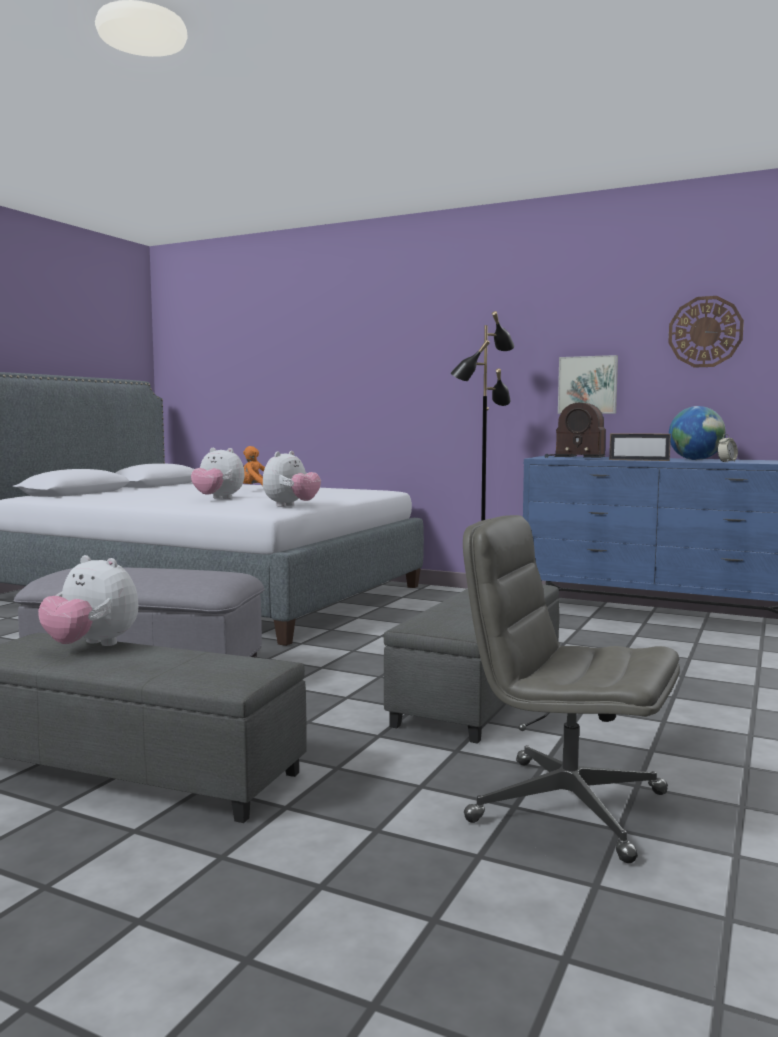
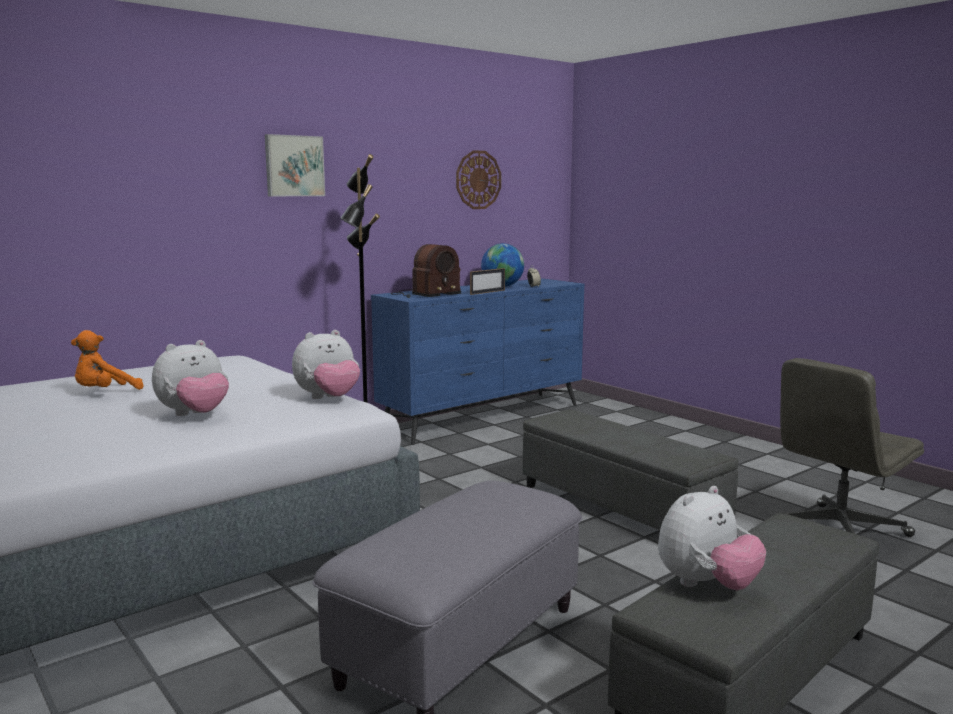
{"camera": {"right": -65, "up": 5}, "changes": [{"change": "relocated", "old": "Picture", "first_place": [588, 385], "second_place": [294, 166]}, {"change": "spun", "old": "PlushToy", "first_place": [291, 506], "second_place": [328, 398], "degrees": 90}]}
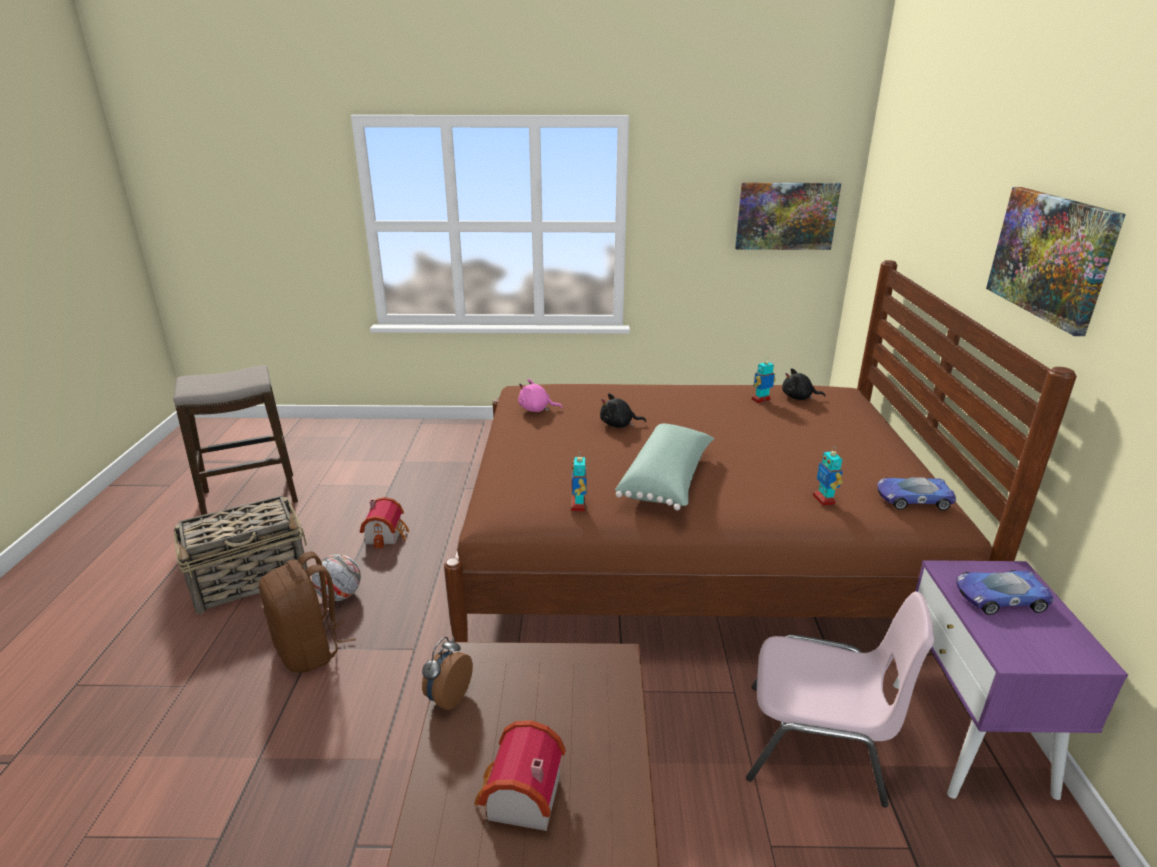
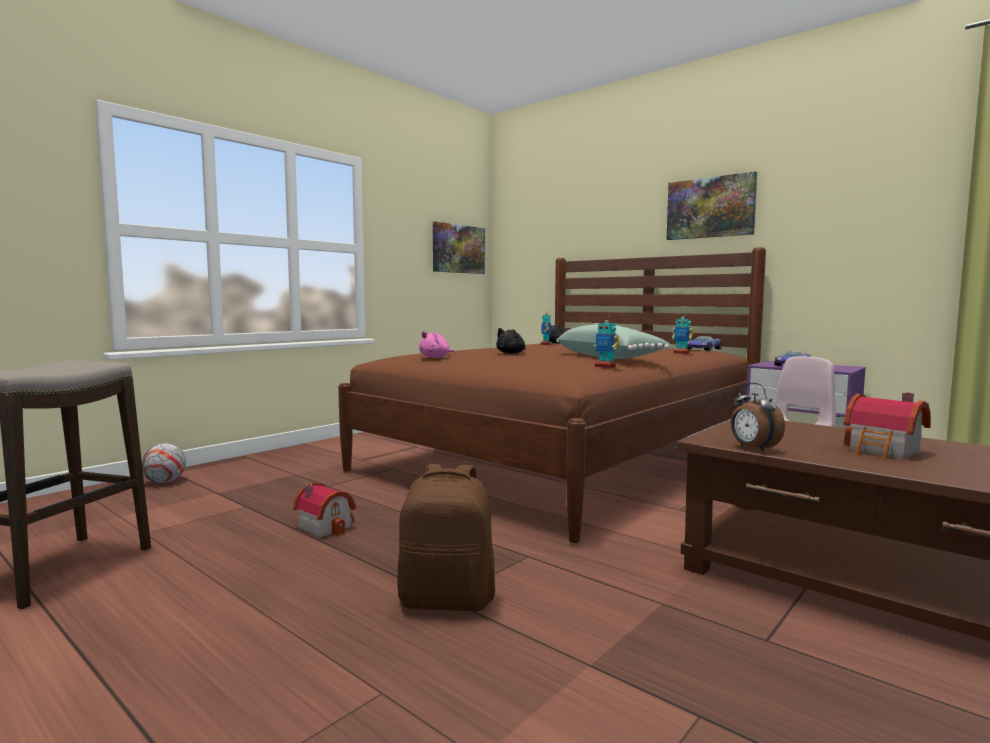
{"camera": {"right": -50, "up": -20}, "changes": [{"change": "missing", "old": "Basket", "first_place": [252, 579]}, {"change": "relocated", "old": "Football", "first_place": [339, 595], "second_place": [164, 482]}]}
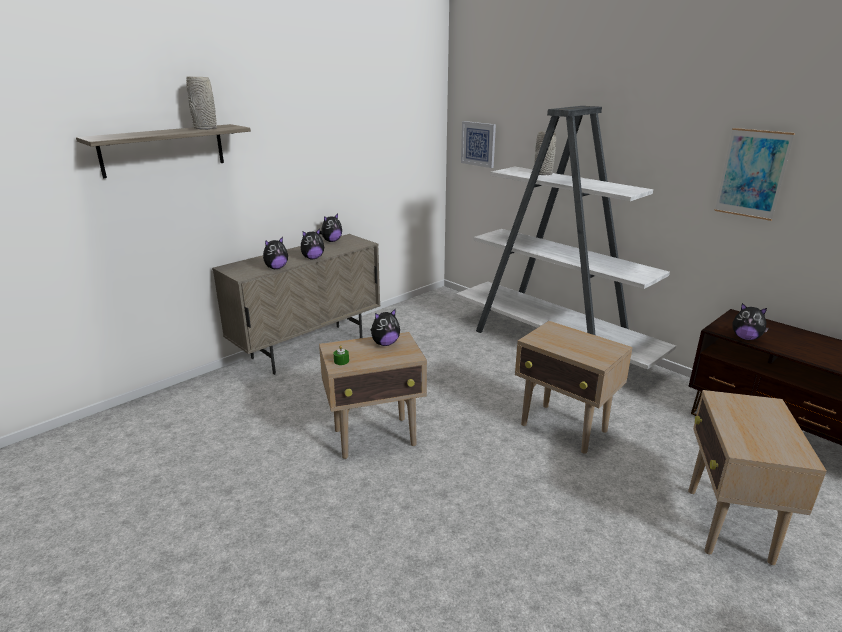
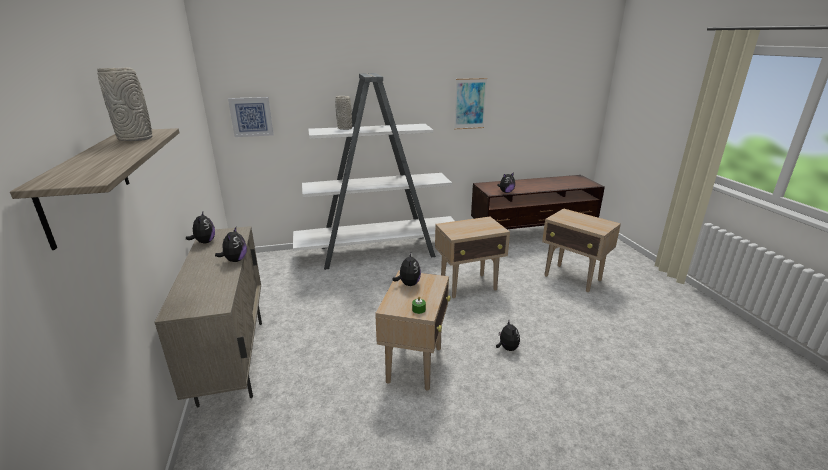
{"camera": {"right": -60, "up": 0}, "changes": [{"change": "relocated", "old": "PlushToy", "first_place": [276, 268], "second_place": [507, 348]}]}
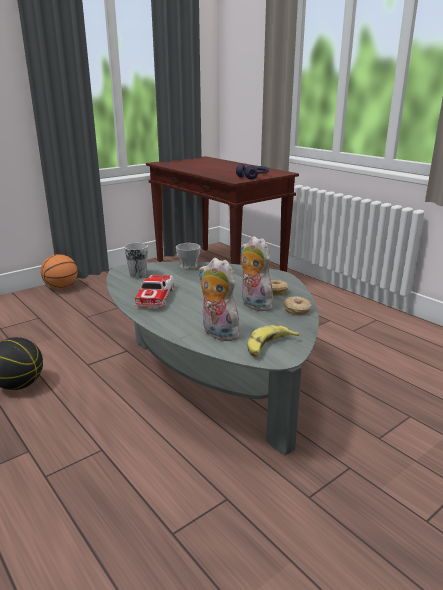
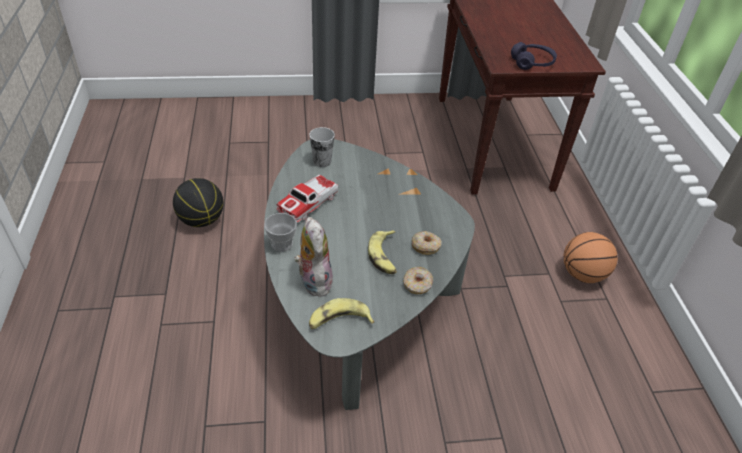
{"camera": {"right": 30, "up": 20}, "changes": [{"change": "exchanged", "old": "PlushToy", "new": "Banana", "first_place": [253, 305], "second_place": [384, 256]}, {"change": "relocated", "old": "Cup", "first_place": [188, 267], "second_place": [282, 244]}, {"change": "relocated", "old": "Basketball", "first_place": [61, 287], "second_place": [583, 274]}]}
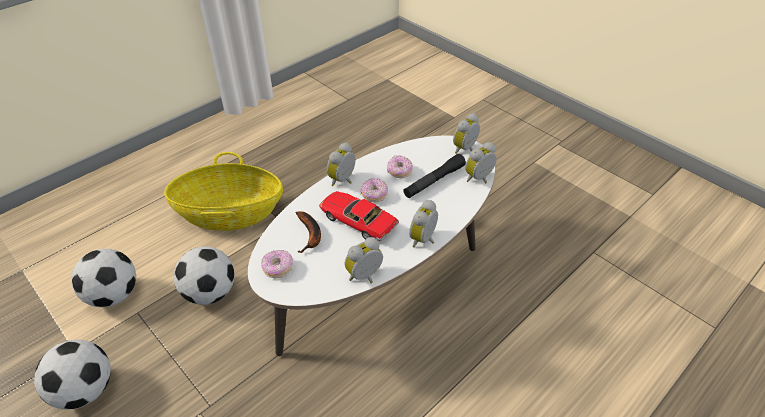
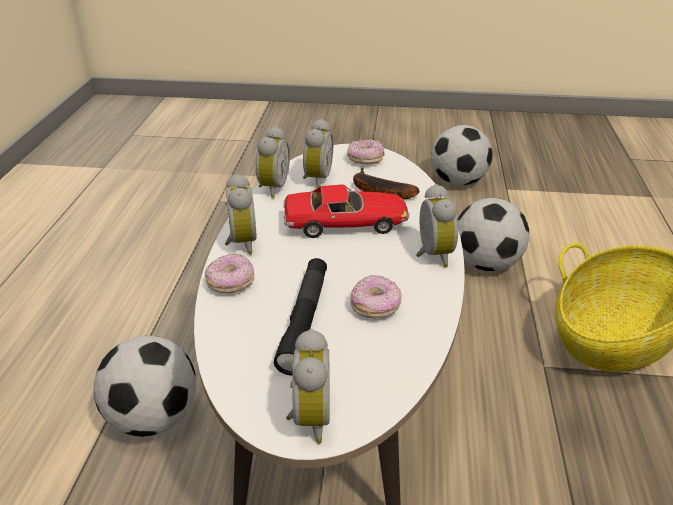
{"camera": {"right": 140, "up": -10}, "changes": [{"change": "relocated", "old": "AlarmClock", "first_place": [480, 179], "second_place": [316, 179]}, {"change": "relocated", "old": "Donut", "first_place": [374, 195], "second_place": [231, 283]}, {"change": "relocated", "old": "Football", "first_place": [113, 295], "second_place": [153, 418]}]}
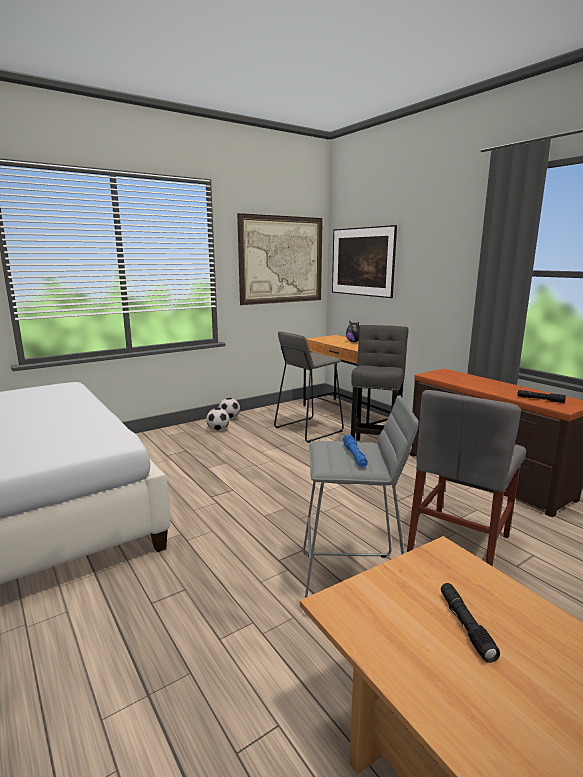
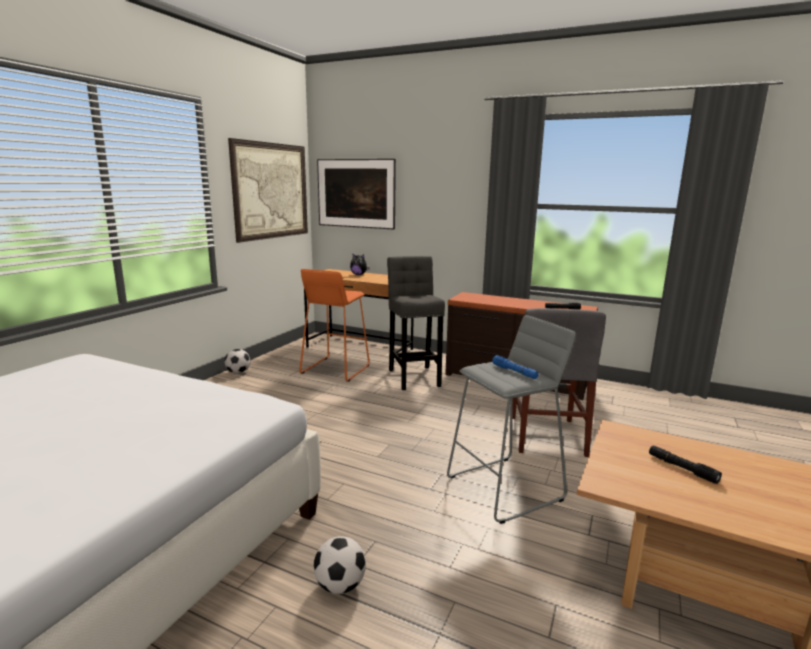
{"camera": {"right": -30, "up": 0}, "changes": [{"change": "colour", "old": "GreyStool", "new": "OrangeStool", "first_place": [308, 429], "second_place": [335, 369]}, {"change": "relocated", "old": "Football", "first_place": [218, 430], "second_place": [340, 585]}]}
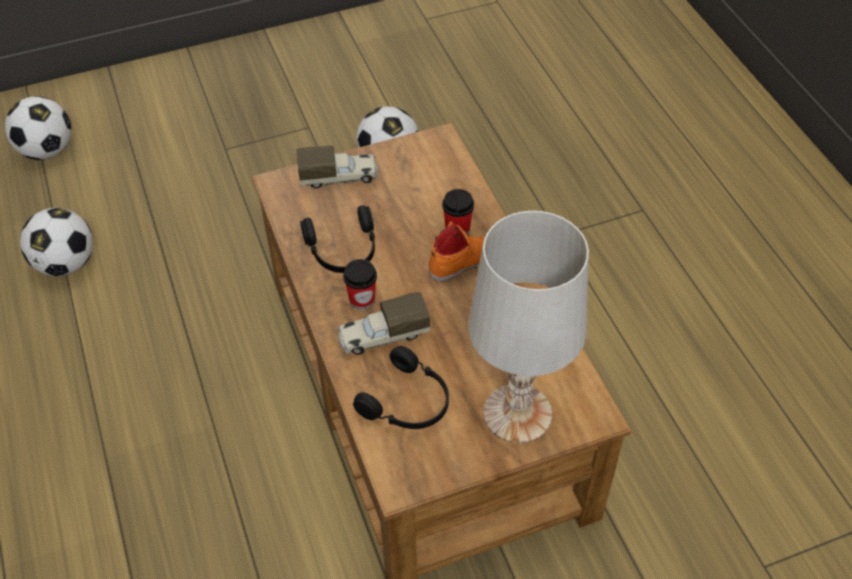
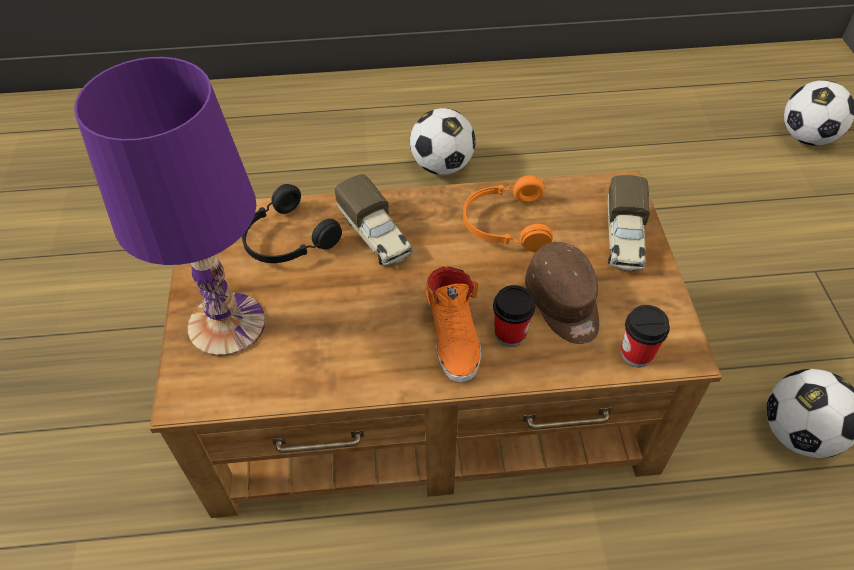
{"camera": {"right": 105, "up": 0}, "changes": [{"change": "colour", "old": "BlackHeadphones", "new": "OrangeHeadphones", "first_place": [343, 251], "second_place": [504, 224]}, {"change": "relocated", "old": "Football", "first_place": [66, 264], "second_place": [442, 166]}, {"change": "colour", "old": "WhiteTableLamp", "new": "PurpleTableLamp", "first_place": [517, 413], "second_place": [228, 324]}, {"change": "relocated", "old": "Cup", "first_place": [362, 300], "second_place": [636, 354]}, {"change": "spun", "old": "ToyTruck", "first_place": [383, 336], "second_place": [376, 236], "degrees": 150}, {"change": "appeared", "new": "BrownCap", "second_place": [563, 304]}]}
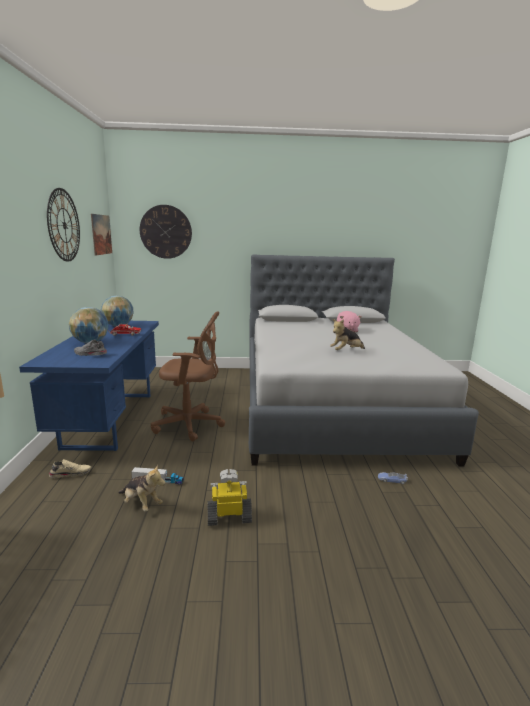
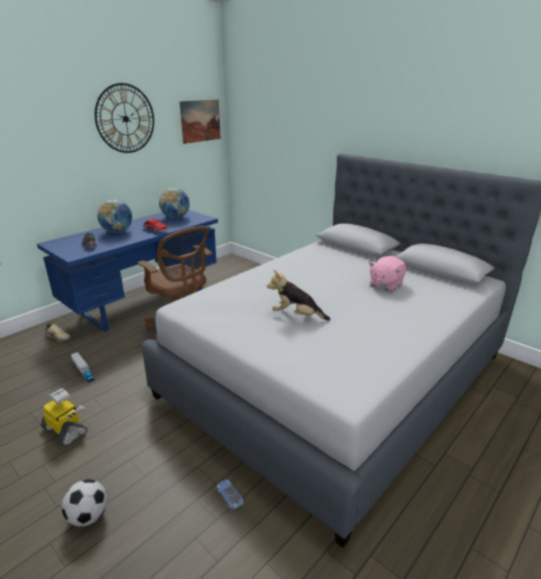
{"camera": {"right": 45, "up": 10}, "changes": [{"change": "missing", "old": "WallClock", "first_place": [166, 232]}, {"change": "missing", "old": "PlushToy", "first_place": [141, 504]}, {"change": "appeared", "new": "Football", "second_place": [89, 516]}]}
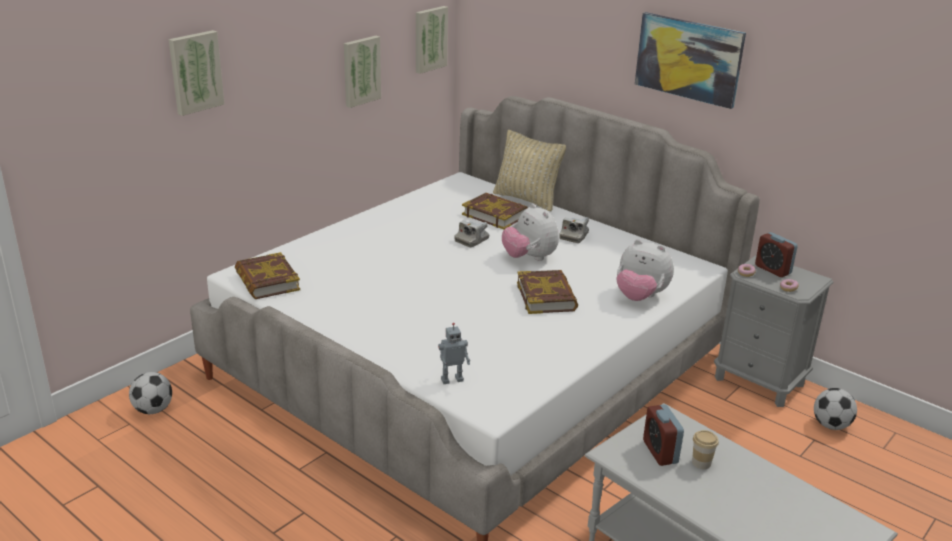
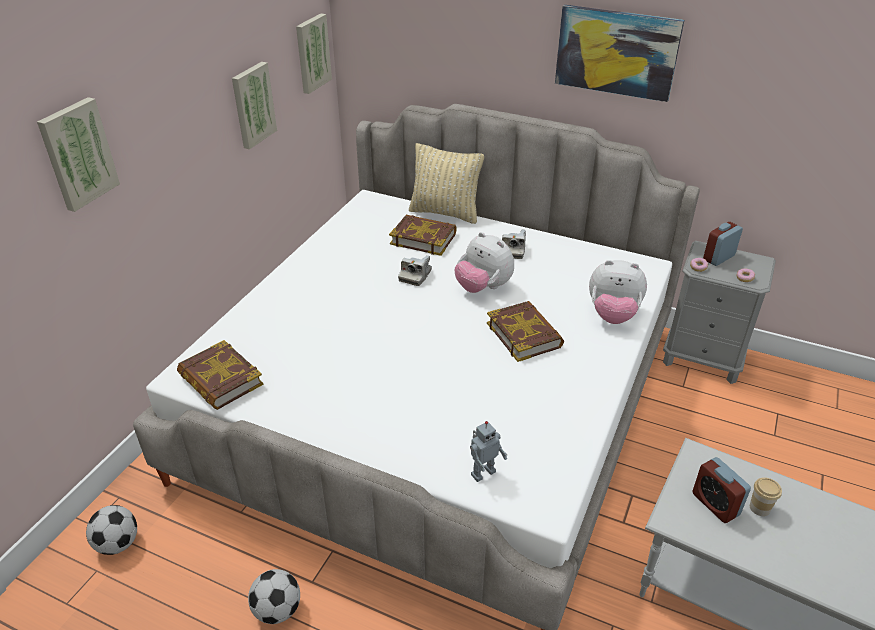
{"camera": {"right": -15, "up": 10}, "changes": [{"change": "spun", "old": "AlarmClock", "first_place": [773, 269], "second_place": [718, 257], "degrees": 105}, {"change": "relocated", "old": "Football", "first_place": [830, 425], "second_place": [277, 610]}]}
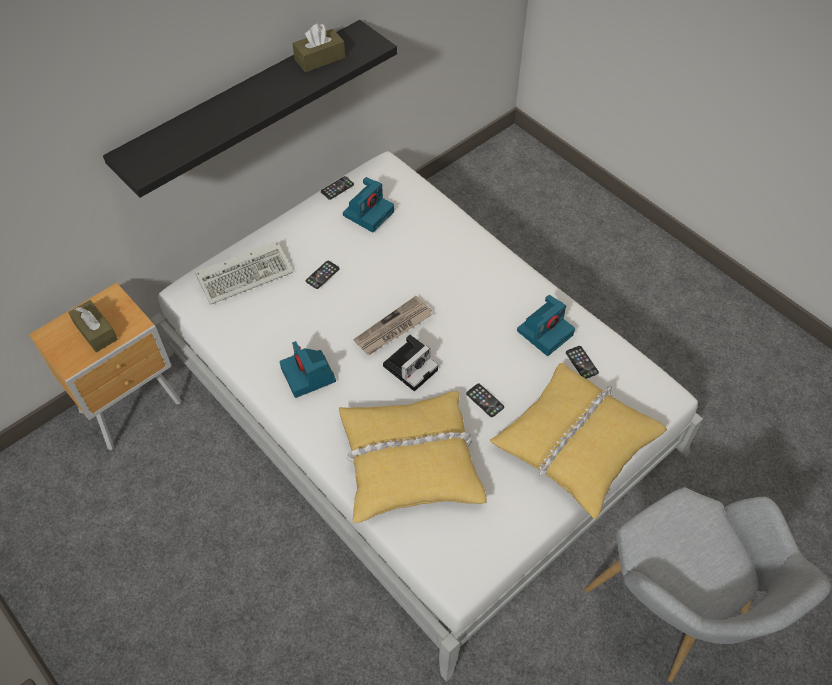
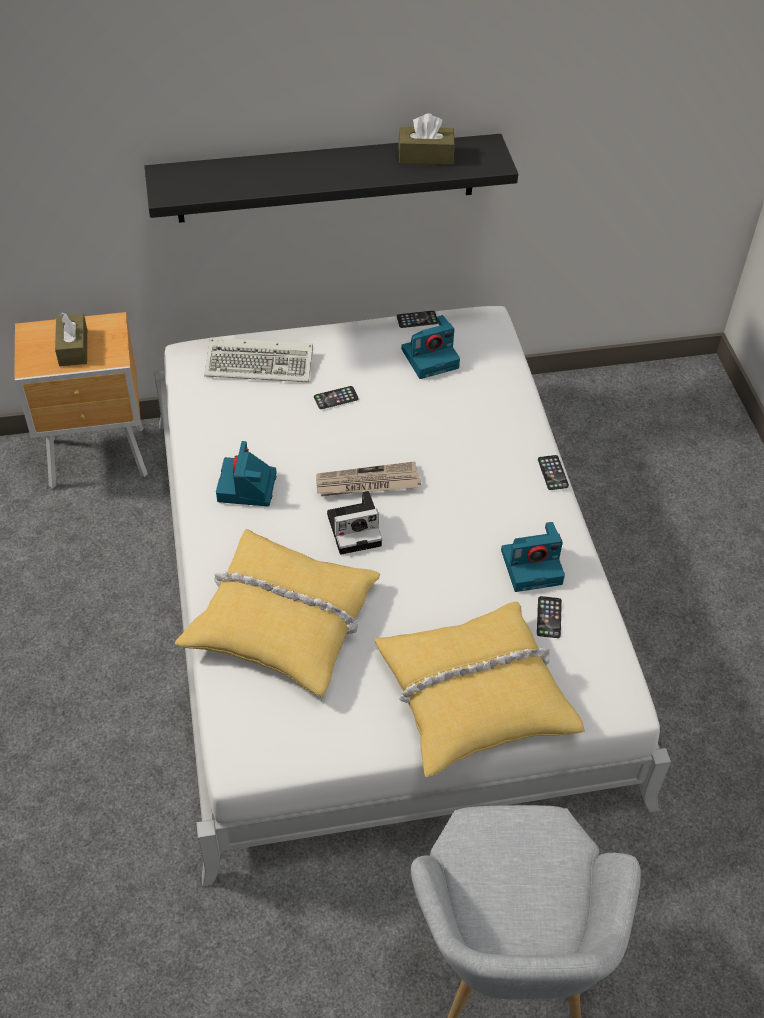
{"camera": {"right": 30, "up": -5}, "changes": [{"change": "relocated", "old": "Phone", "first_place": [485, 400], "second_place": [552, 473]}]}
